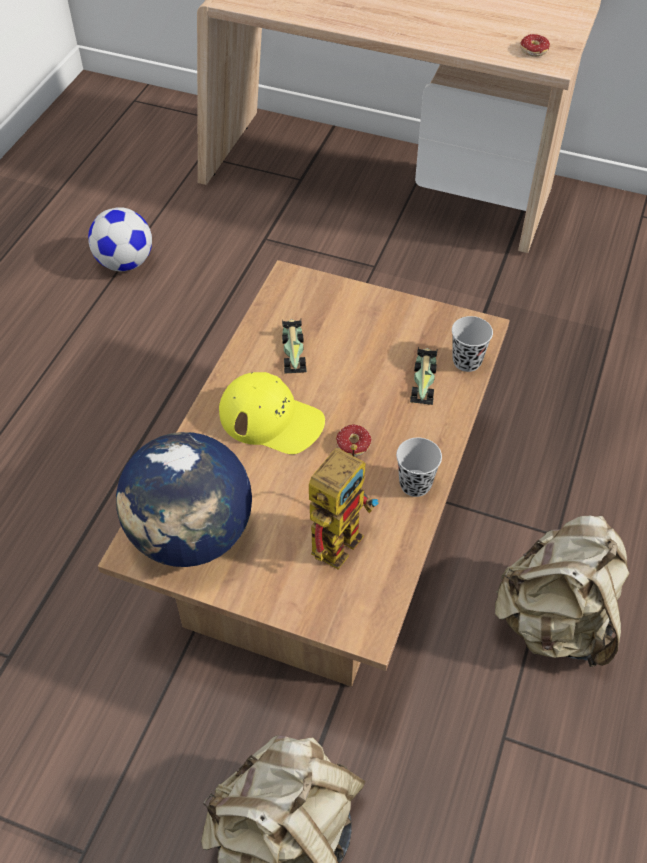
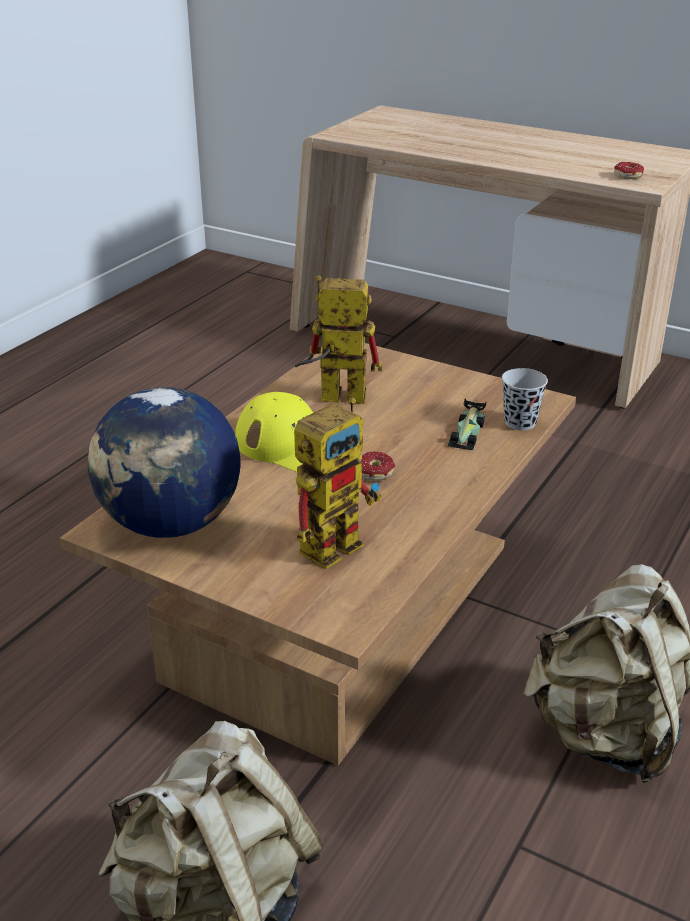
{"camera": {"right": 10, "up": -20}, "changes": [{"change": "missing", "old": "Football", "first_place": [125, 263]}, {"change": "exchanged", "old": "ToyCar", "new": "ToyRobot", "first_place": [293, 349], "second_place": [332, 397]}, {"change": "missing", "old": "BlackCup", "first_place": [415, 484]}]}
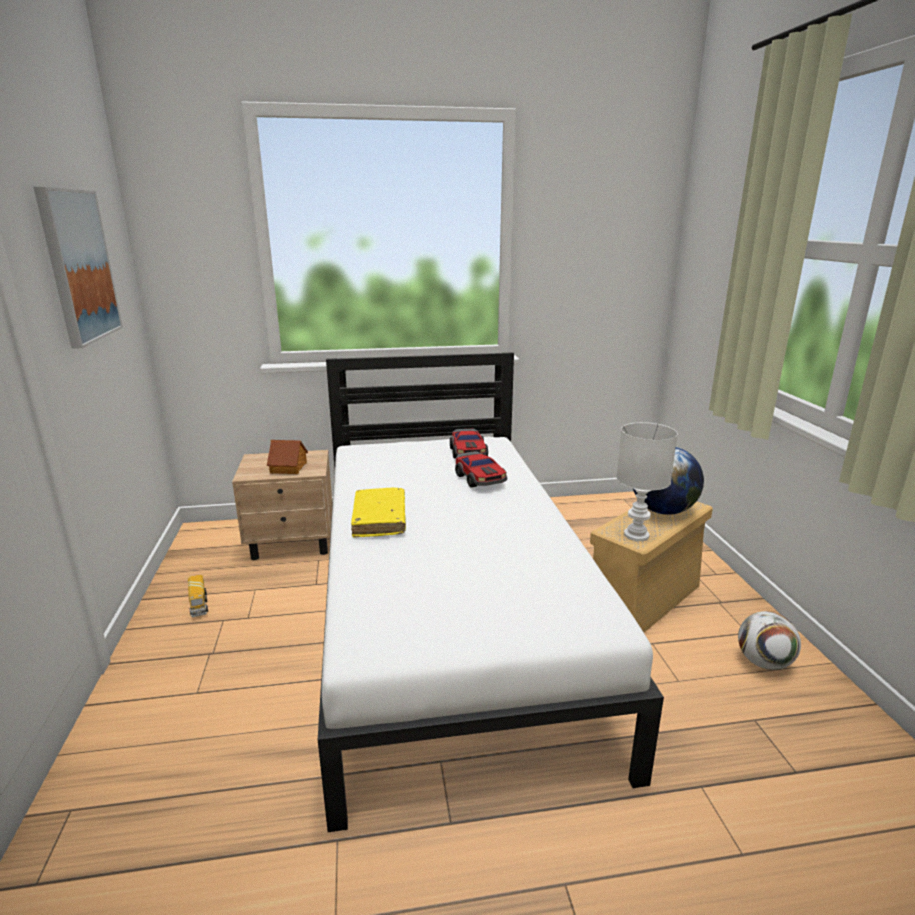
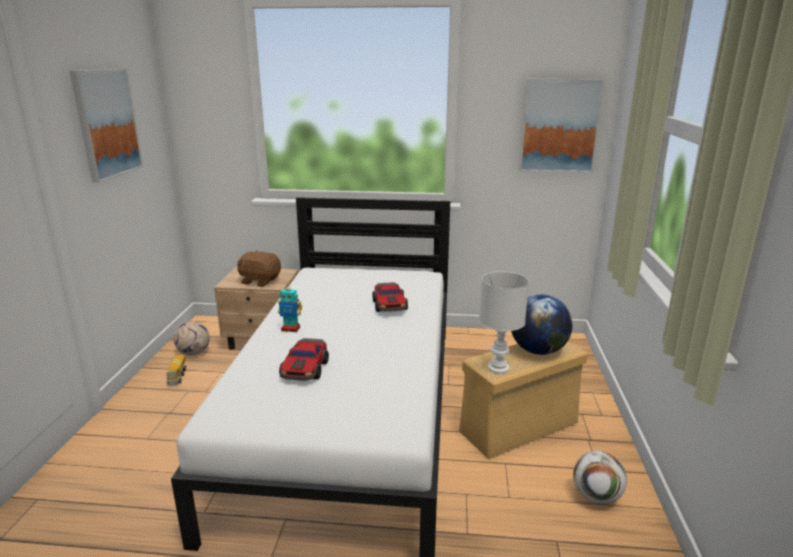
{"camera": {"right": 15, "up": 0}, "changes": [{"change": "relocated", "old": "ToyCar", "first_place": [468, 452], "second_place": [305, 368]}, {"change": "exchanged", "old": "ToyHouse", "new": "BrownPlushToy", "first_place": [289, 468], "second_place": [260, 281]}, {"change": "exchanged", "old": "YellowBook", "new": "ToyRobot", "first_place": [379, 519], "second_place": [291, 329]}, {"change": "appeared", "new": "Picture", "second_place": [559, 126]}, {"change": "appeared", "new": "Football", "second_place": [194, 353]}]}
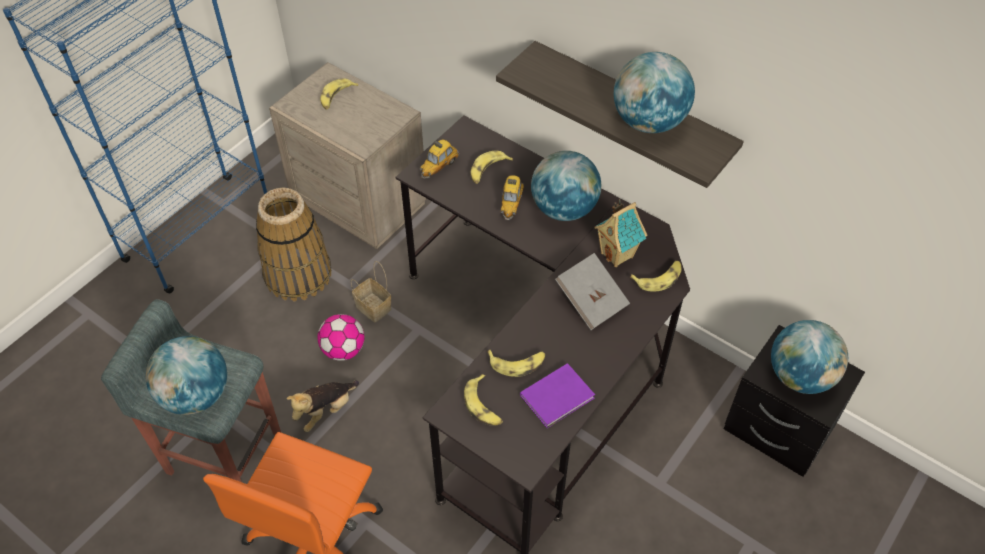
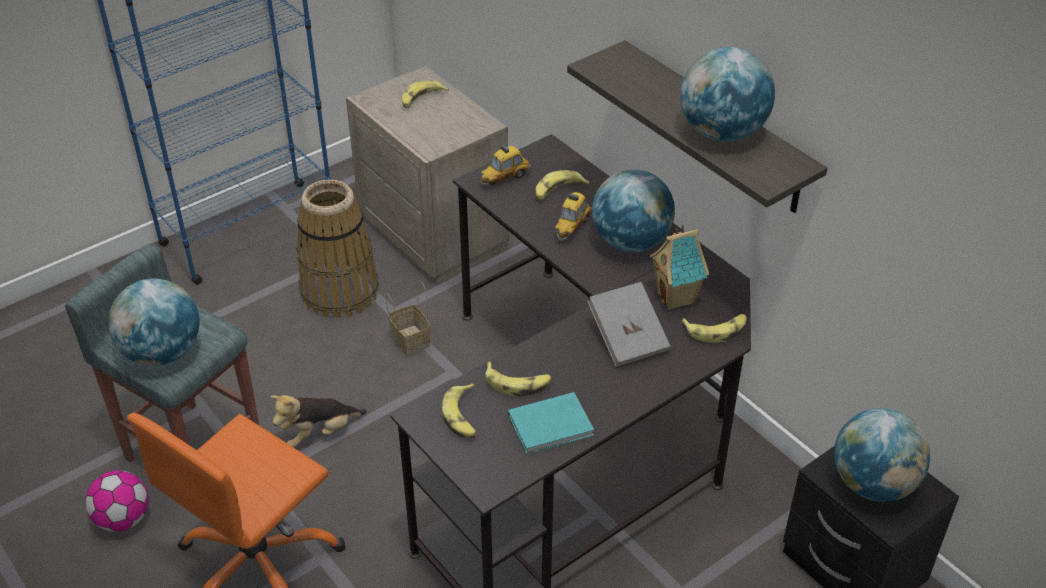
{"camera": {"right": 15, "up": -10}, "changes": [{"change": "relocated", "old": "Football", "first_place": [343, 350], "second_place": [123, 519]}, {"change": "colour", "old": "PurpleBook", "new": "TurquoiseBook", "first_place": [559, 397], "second_place": [553, 426]}]}
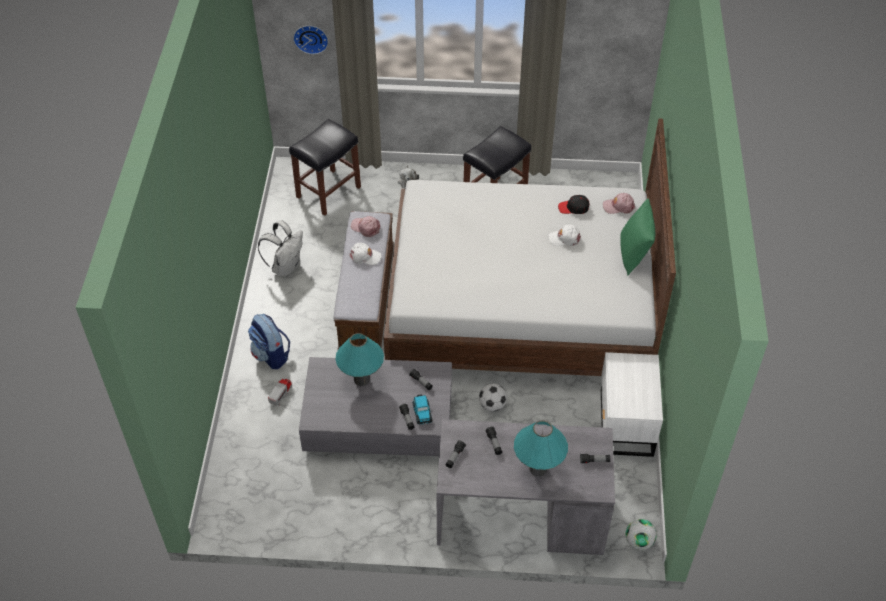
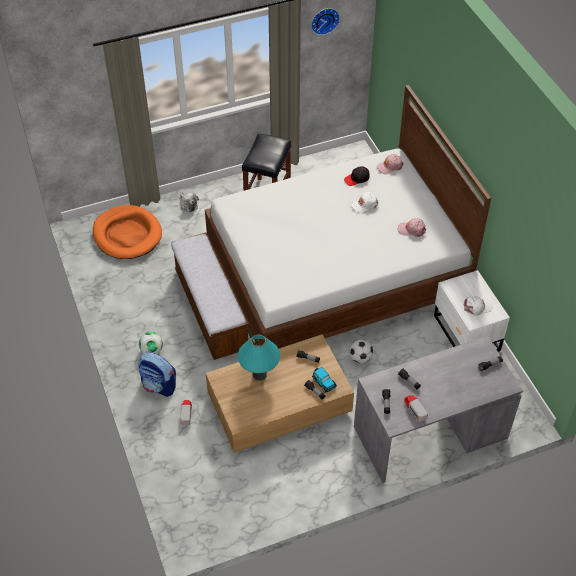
{"camera": {"right": -25, "up": 0}, "changes": [{"change": "relocated", "old": "WallClock", "first_place": [311, 38], "second_place": [324, 20]}, {"change": "exchanged", "old": "BlackStool", "new": "OrangeDogBed", "first_place": [329, 191], "second_place": [127, 234]}, {"change": "missing", "old": "GreenPillow", "first_place": [634, 255]}, {"change": "relocated", "old": "PinkCap", "first_place": [366, 228], "second_place": [412, 229]}, {"change": "missing", "old": "WhiteBackpack", "first_place": [285, 267]}, {"change": "relocated", "old": "WhiteCap", "first_place": [365, 256], "second_place": [477, 307]}, {"change": "colour", "old": "GreyCoffeeTable", "new": "BrownCoffeeTable", "first_place": [379, 421], "second_place": [280, 404]}, {"change": "missing", "old": "TurquoiseTableLamp", "first_place": [538, 469]}, {"change": "relocated", "old": "Football", "first_place": [638, 541], "second_place": [151, 350]}, {"change": "appeared", "new": "ToyTruck", "second_place": [414, 410]}]}
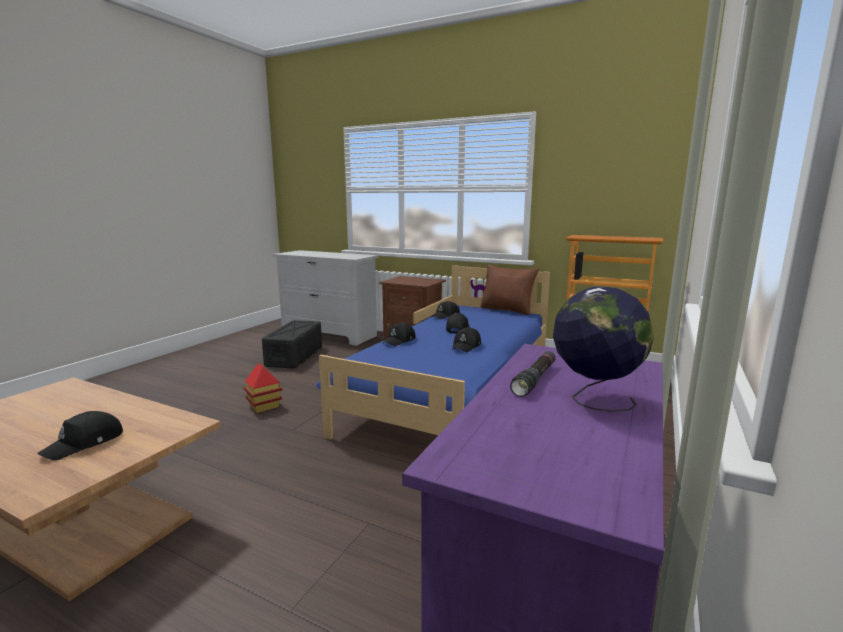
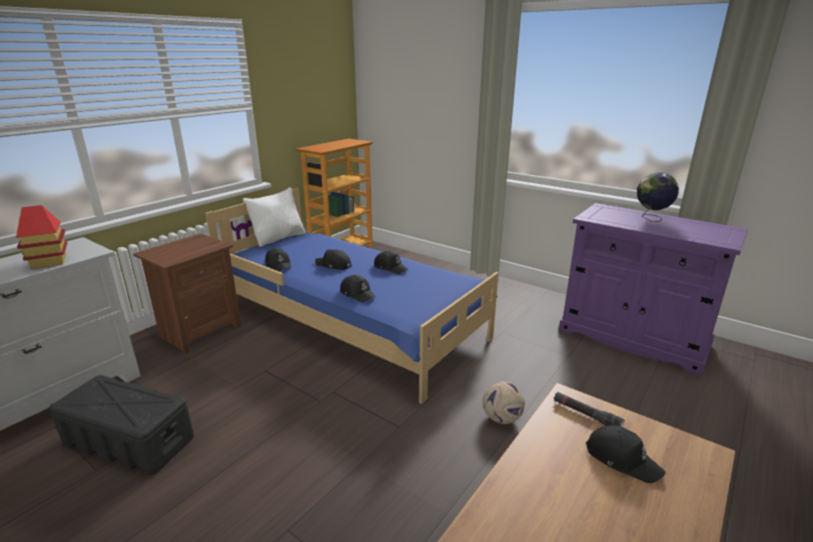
{"camera": {"right": -80, "up": 10}, "changes": [{"change": "colour", "old": "BrownPillow", "new": "WhitePillow", "first_place": [507, 310], "second_place": [279, 238]}, {"change": "relocated", "old": "BlackFlashlight", "first_place": [535, 379], "second_place": [586, 415]}, {"change": "relocated", "old": "ToyHouse", "first_place": [264, 406], "second_place": [49, 261]}, {"change": "appeared", "new": "Football", "second_place": [502, 419]}]}
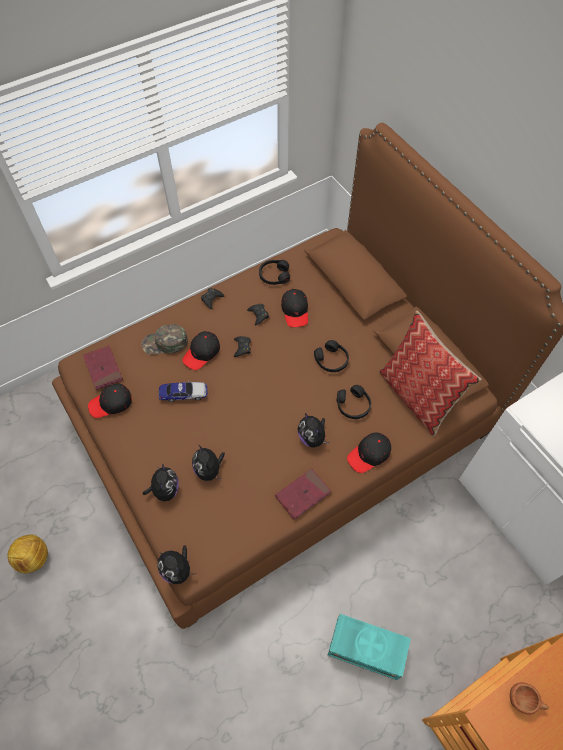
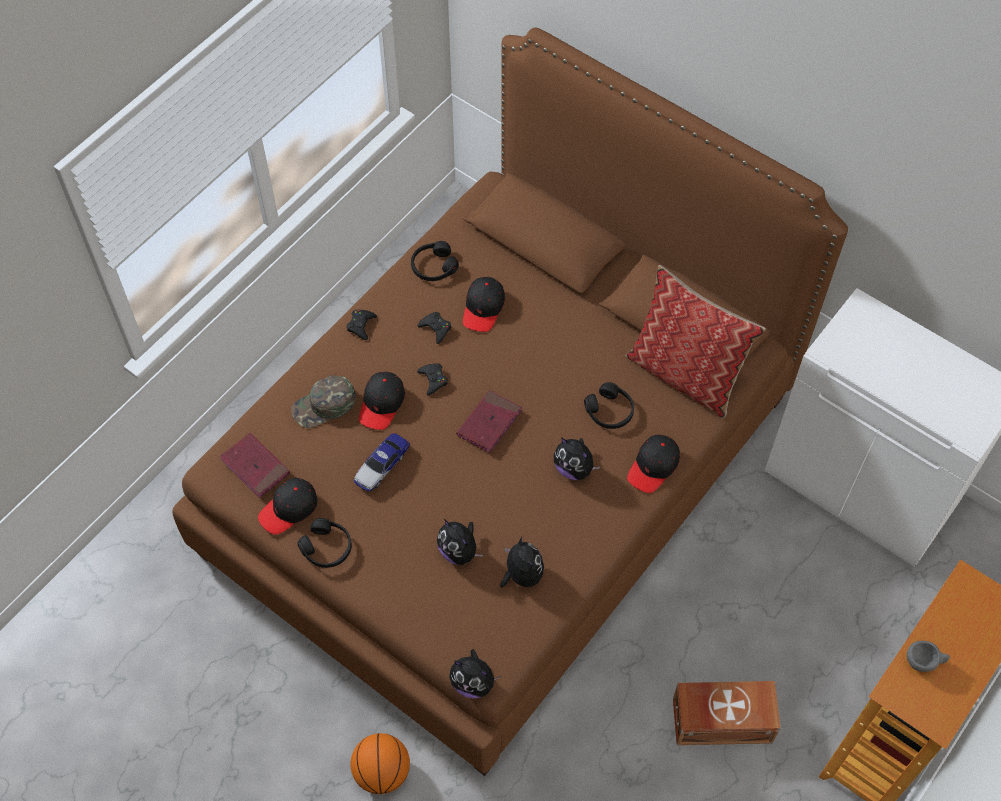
{"camera": {"right": -20, "up": 0}, "changes": [{"change": "spun", "old": "BlackCap", "first_place": [295, 311], "second_place": [483, 308], "degrees": 45}, {"change": "relocated", "old": "BlackHeadphones", "first_place": [331, 360], "second_place": [327, 547]}, {"change": "spun", "old": "ToyCar", "first_place": [183, 393], "second_place": [382, 465], "degrees": 150}, {"change": "relocated", "old": "PlushToy", "first_place": [165, 490], "second_place": [522, 574]}, {"change": "relocated", "old": "RedBook", "first_place": [303, 494], "second_place": [489, 423]}, {"change": "missing", "old": "Football", "first_place": [33, 558]}, {"change": "colour", "old": "TurquoiseStorageBox", "new": "BrownStorageBox", "first_place": [365, 647], "second_place": [720, 719]}, {"change": "colour", "old": "BrownCup", "new": "GreyCup", "first_place": [524, 701], "second_place": [924, 662]}, {"change": "appeared", "new": "Basketball", "second_place": [382, 772]}]}
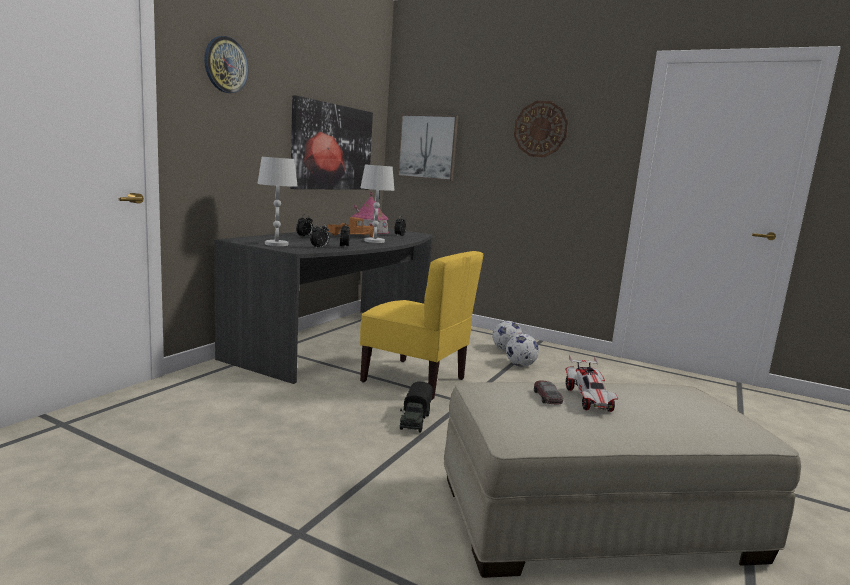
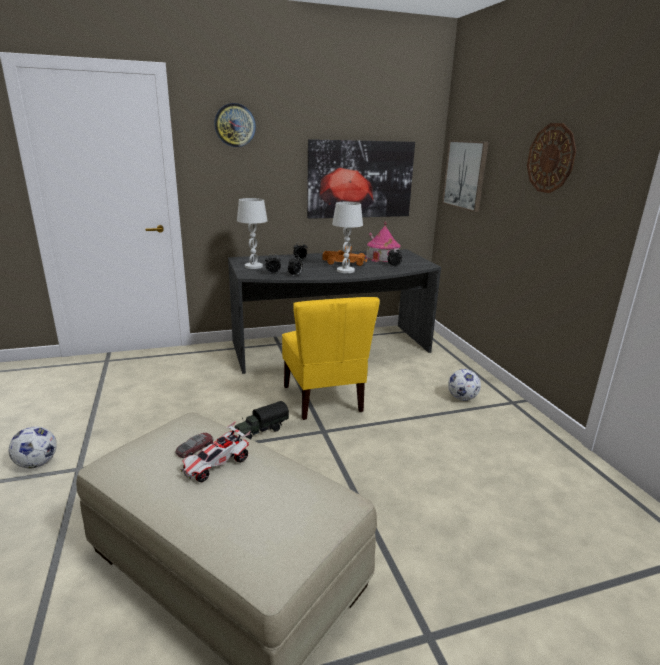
{"camera": {"right": 45, "up": 10}, "changes": [{"change": "relocated", "old": "Football", "first_place": [520, 365], "second_place": [37, 464]}]}
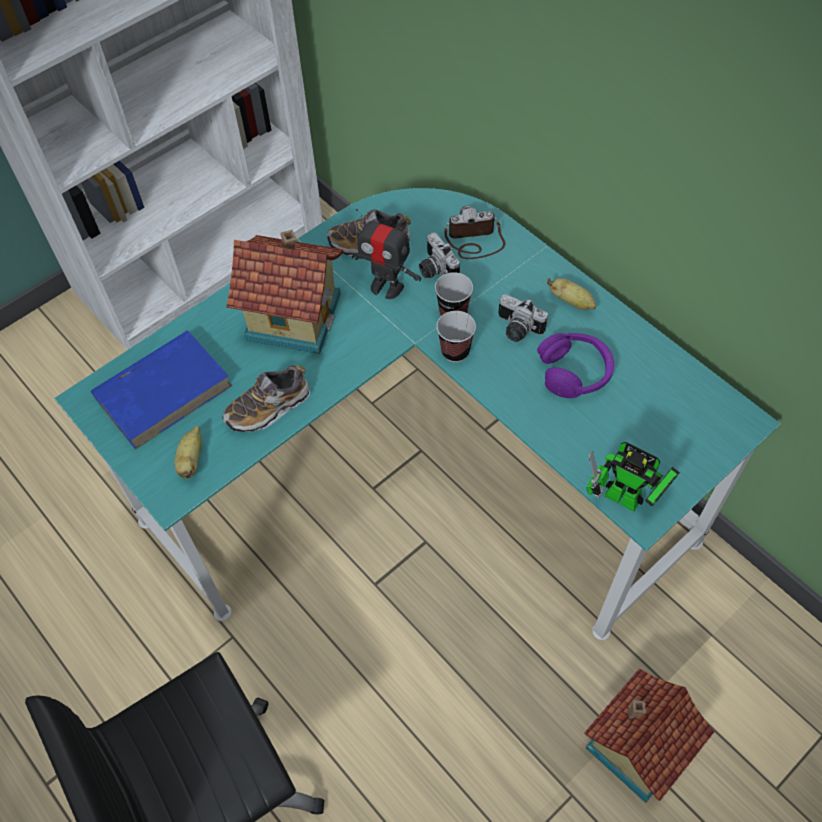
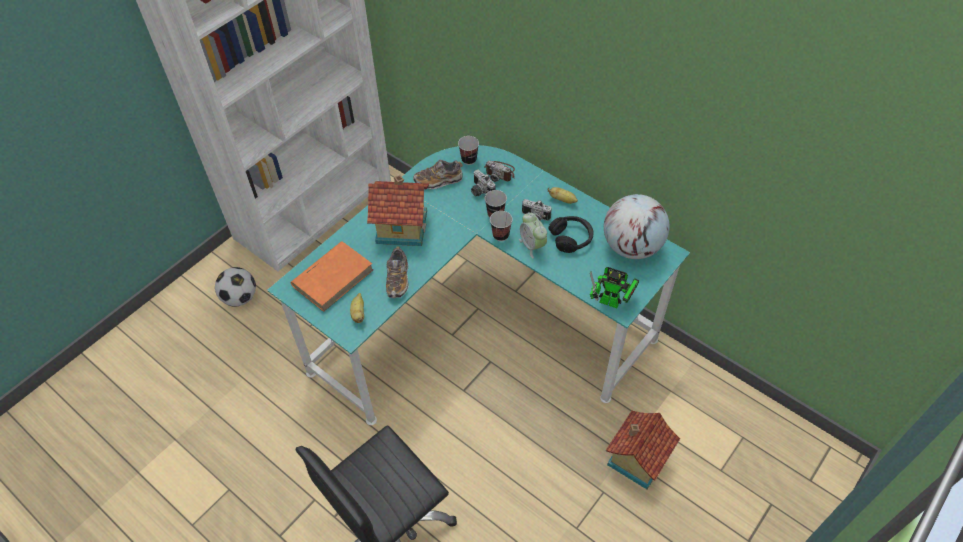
{"camera": {"right": -10, "up": -5}, "changes": [{"change": "spun", "old": "PhotoCamera", "first_place": [474, 241], "second_place": [500, 172], "degrees": -135}, {"change": "missing", "old": "ToyRobot", "first_place": [386, 287]}, {"change": "colour", "old": "BlueBook", "new": "OrangeBook", "first_place": [164, 391], "second_place": [333, 277]}, {"change": "colour", "old": "PurpleHeadphones", "new": "BlackHeadphones", "first_place": [575, 372], "second_place": [571, 238]}, {"change": "spun", "old": "Shoe", "first_place": [268, 408], "second_place": [398, 279], "degrees": -45}, {"change": "appeared", "new": "Cup", "second_place": [469, 159]}, {"change": "appeared", "new": "Globe", "second_place": [631, 247]}, {"change": "appeared", "new": "AlarmClock", "second_place": [532, 245]}, {"change": "appeared", "new": "Football", "second_place": [240, 298]}]}
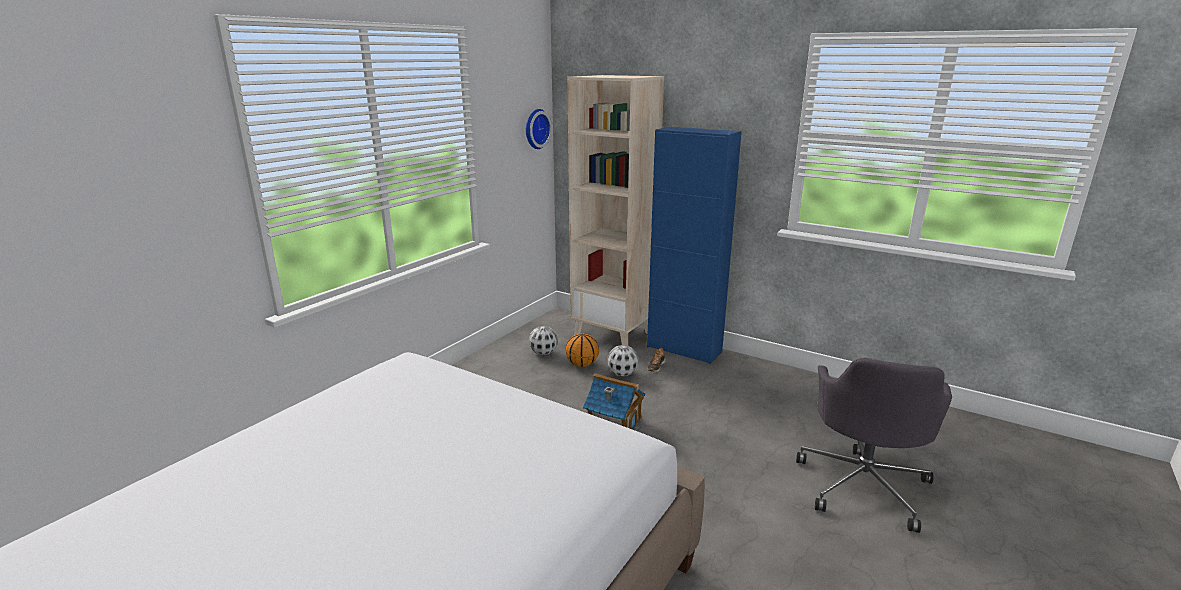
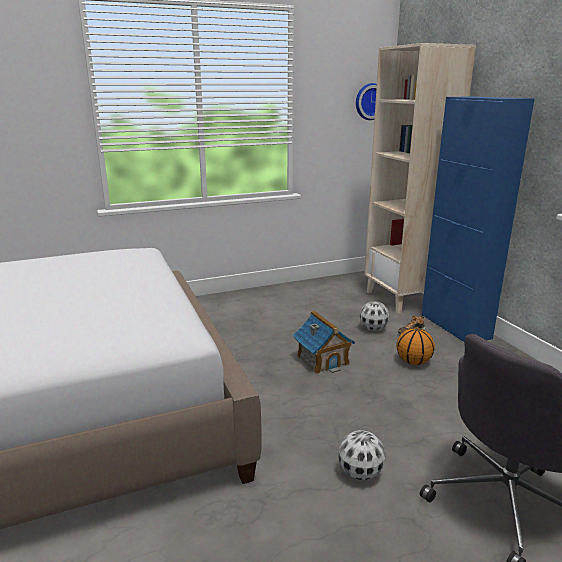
{"camera": {"right": 35, "up": 0}, "changes": [{"change": "relocated", "old": "Football", "first_place": [544, 353], "second_place": [361, 473]}, {"change": "relocated", "old": "Basketball", "first_place": [582, 364], "second_place": [414, 362]}]}
